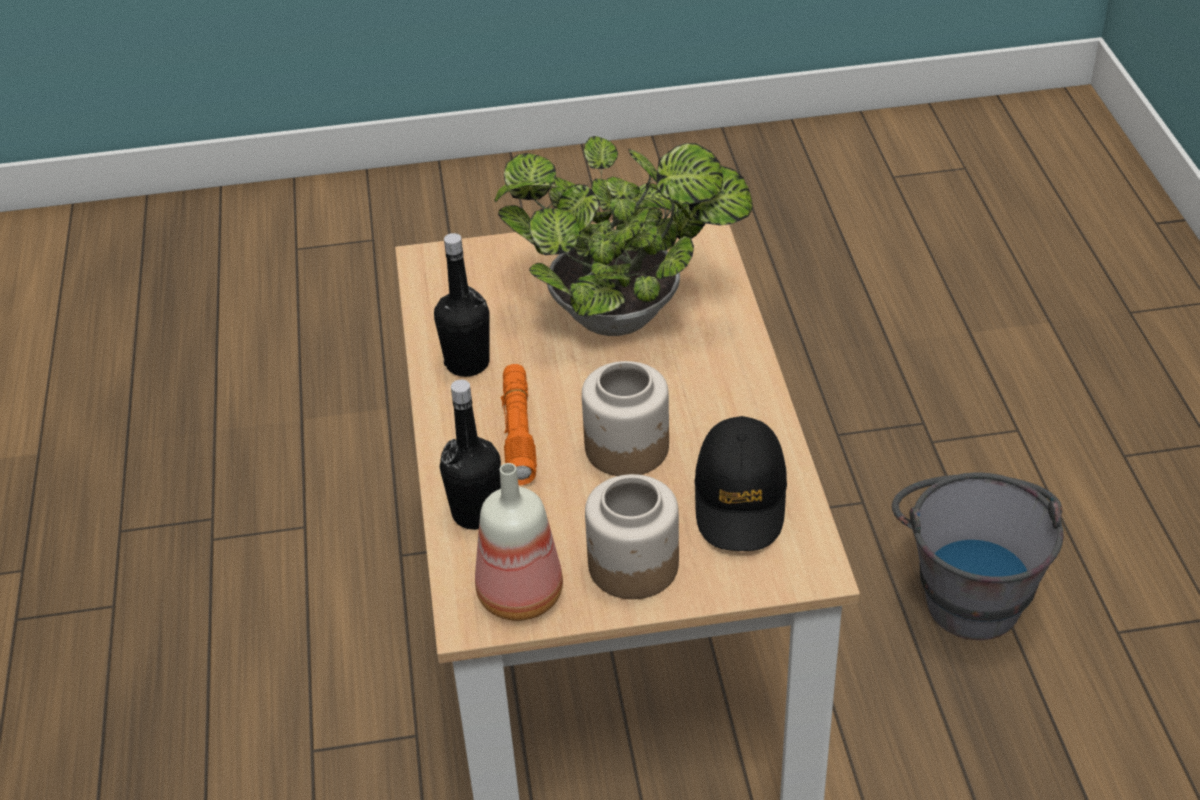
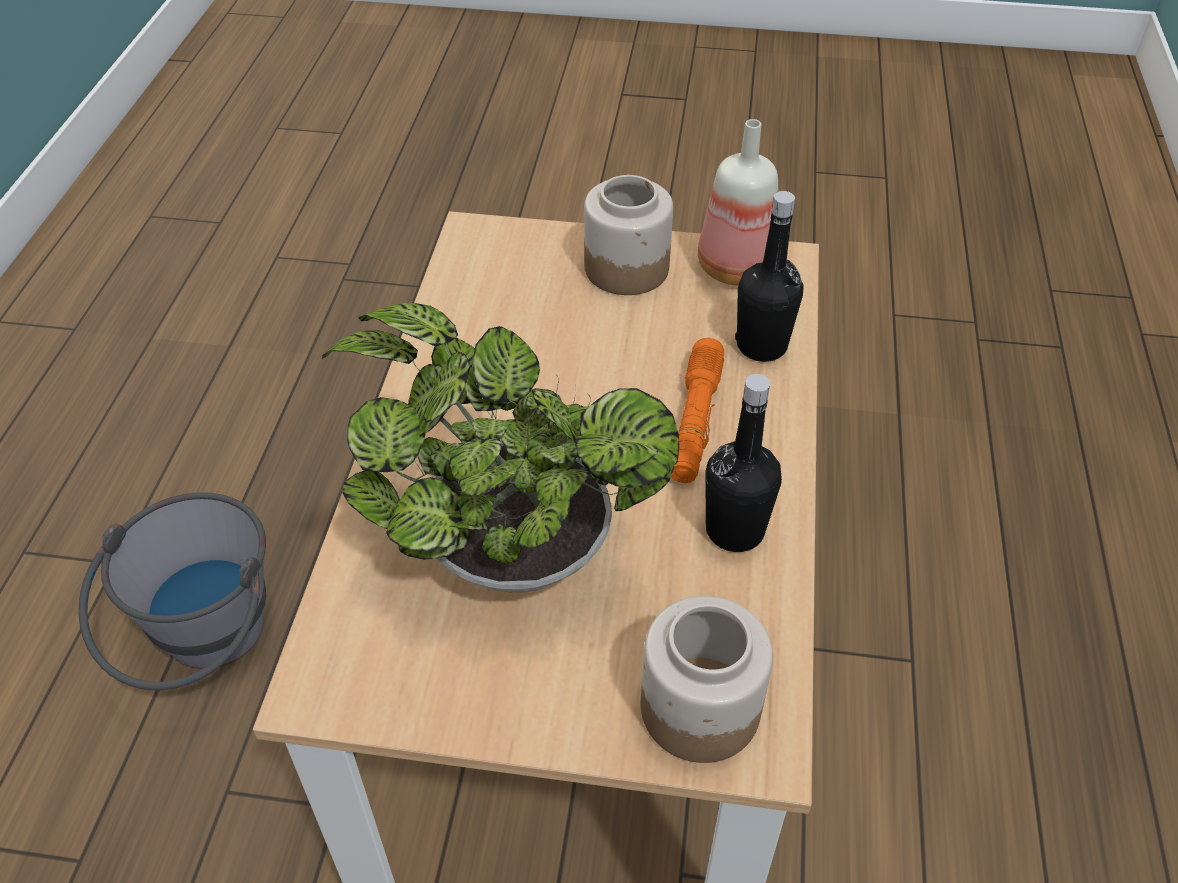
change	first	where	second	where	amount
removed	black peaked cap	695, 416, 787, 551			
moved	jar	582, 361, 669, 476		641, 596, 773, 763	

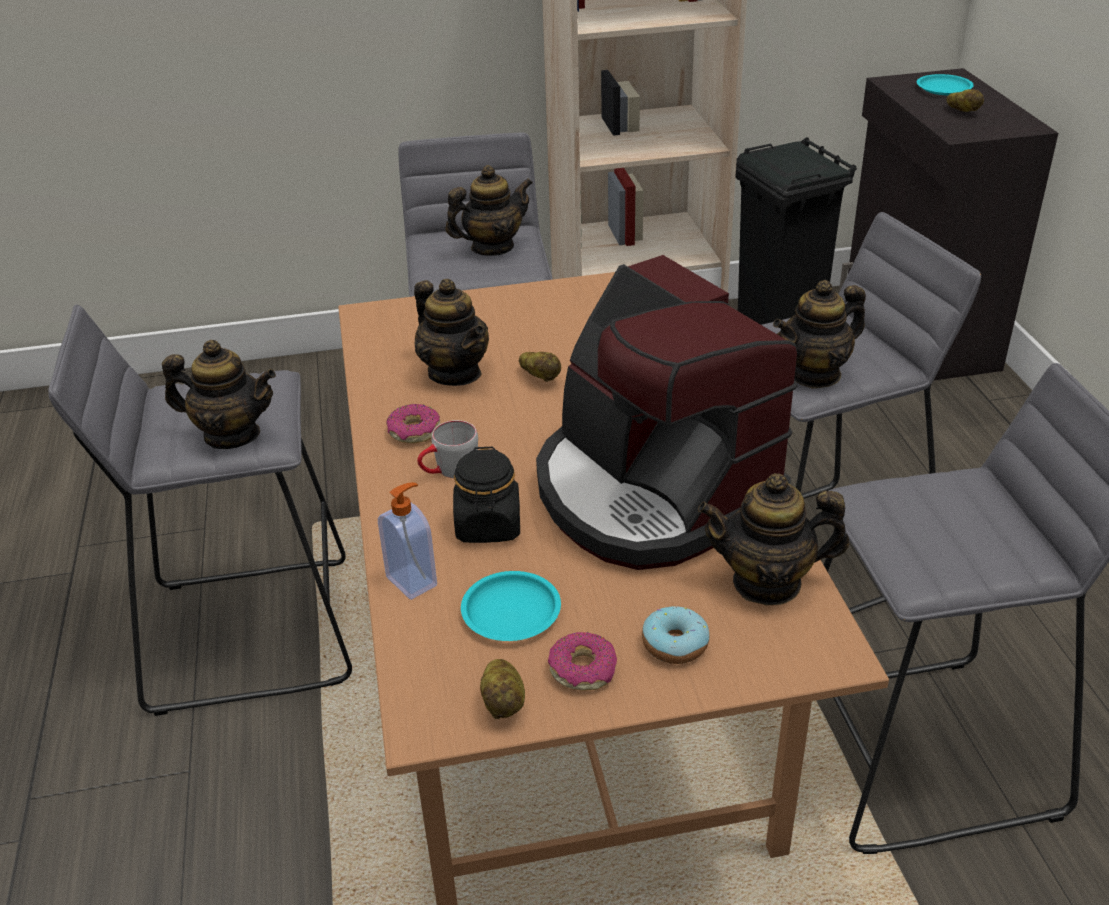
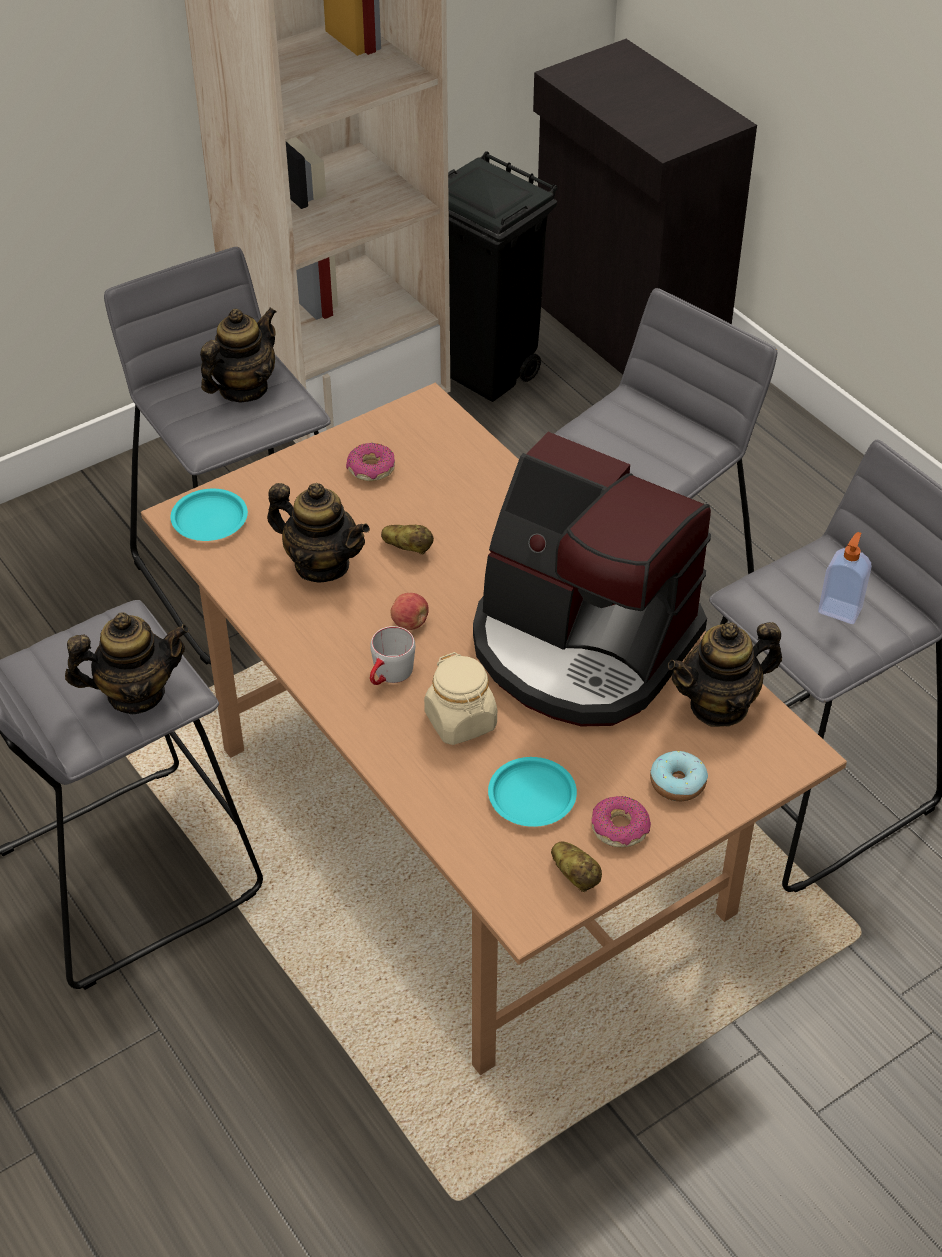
change	first	where	second	where	amount
removed	tea pot	773, 280, 866, 389			
removed	spud	946, 89, 984, 112			
added			apple fruit	390, 593, 429, 630	
moved	liquid soap bottle	378, 483, 437, 600		818, 532, 872, 624	
moved	ring doughnut	386, 404, 440, 443		346, 443, 395, 481	
moved	blue-green plate	917, 74, 974, 95		170, 489, 248, 541	
recoloured	black jar	453, 447, 520, 543	beige jar	424, 652, 497, 745	

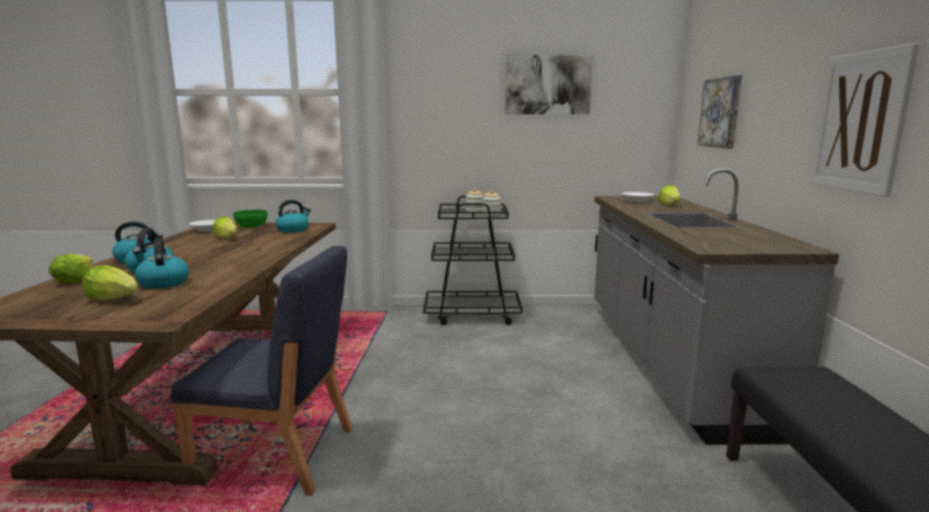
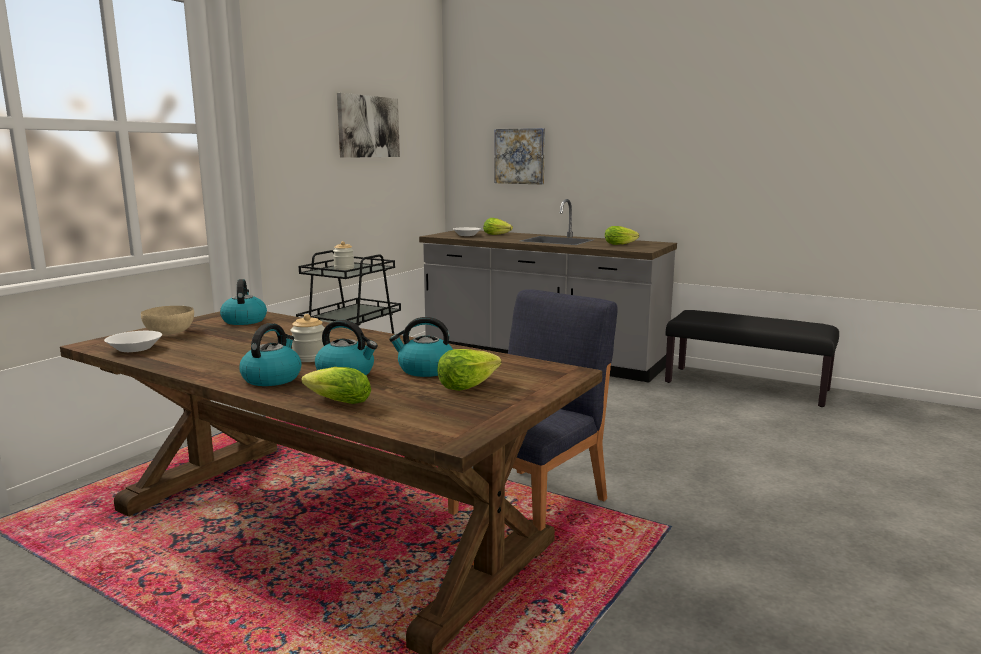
change	first	where	second	where	amount
removed	picture	810, 43, 919, 197			
moved	lettuce	213, 216, 237, 238		605, 226, 639, 245	
moved	jar	482, 190, 501, 216		290, 314, 325, 362	
recoloured	green-coloured deep dish	233, 210, 268, 228	beige deep dish	141, 306, 194, 335	

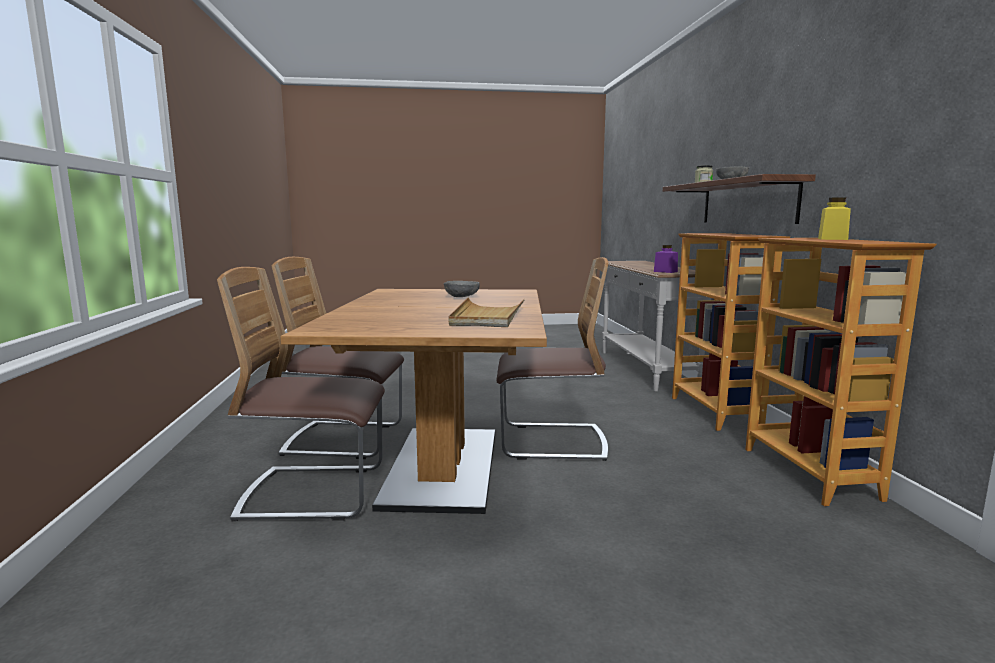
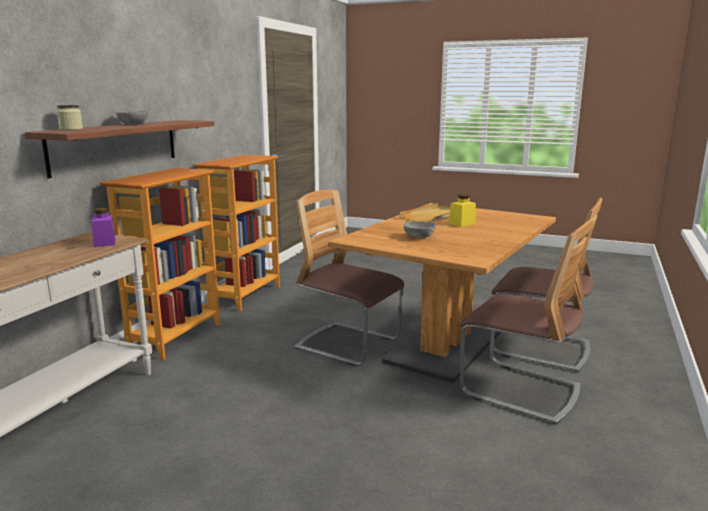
change	first	where	second	where	amount
moved	yellow jar	818, 197, 851, 240		449, 194, 476, 227	

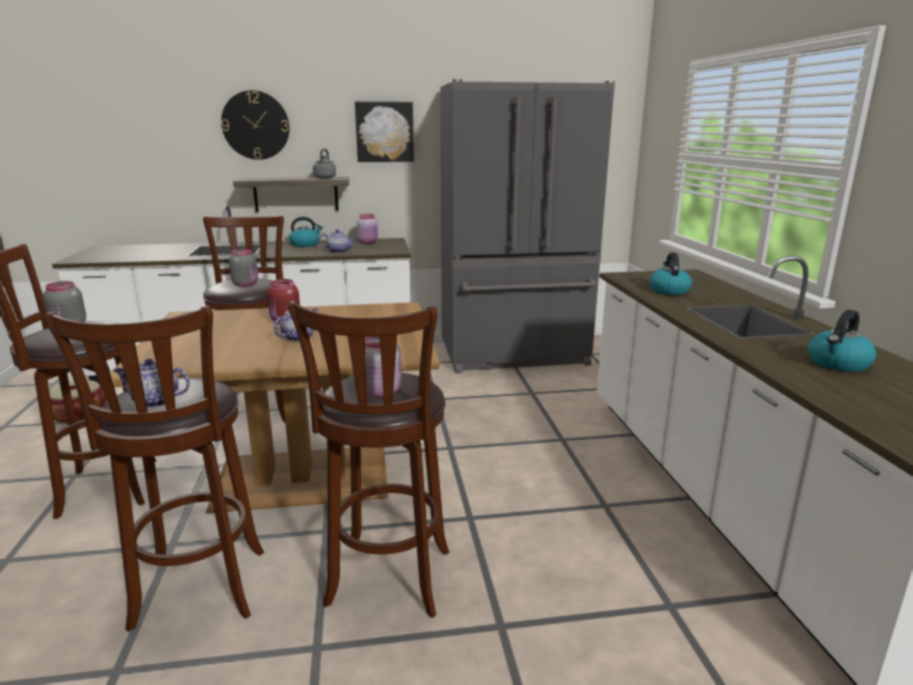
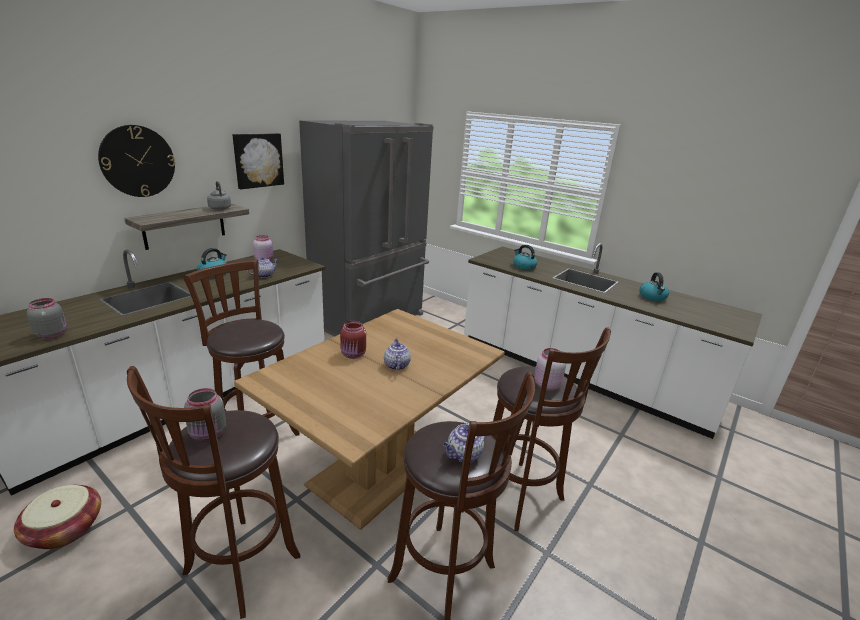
change	first	where	second	where	amount
moved	gray jar	229, 249, 258, 287		27, 298, 67, 339	

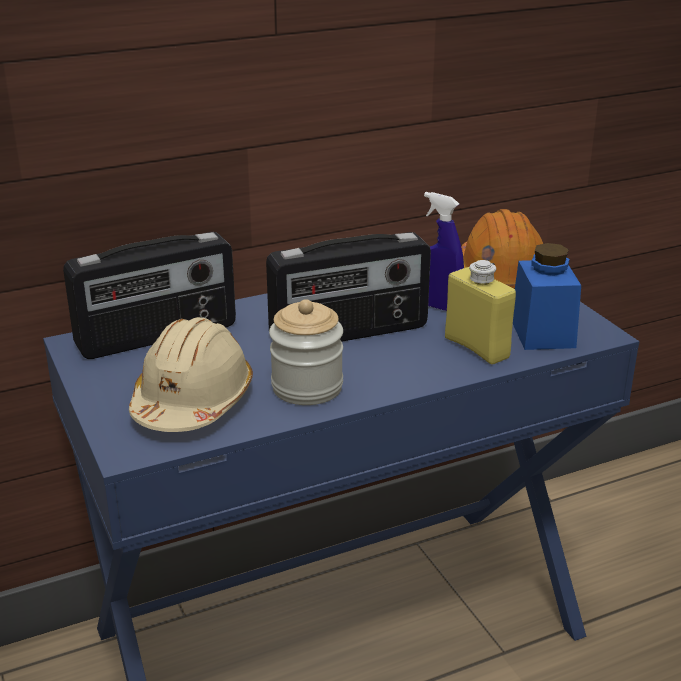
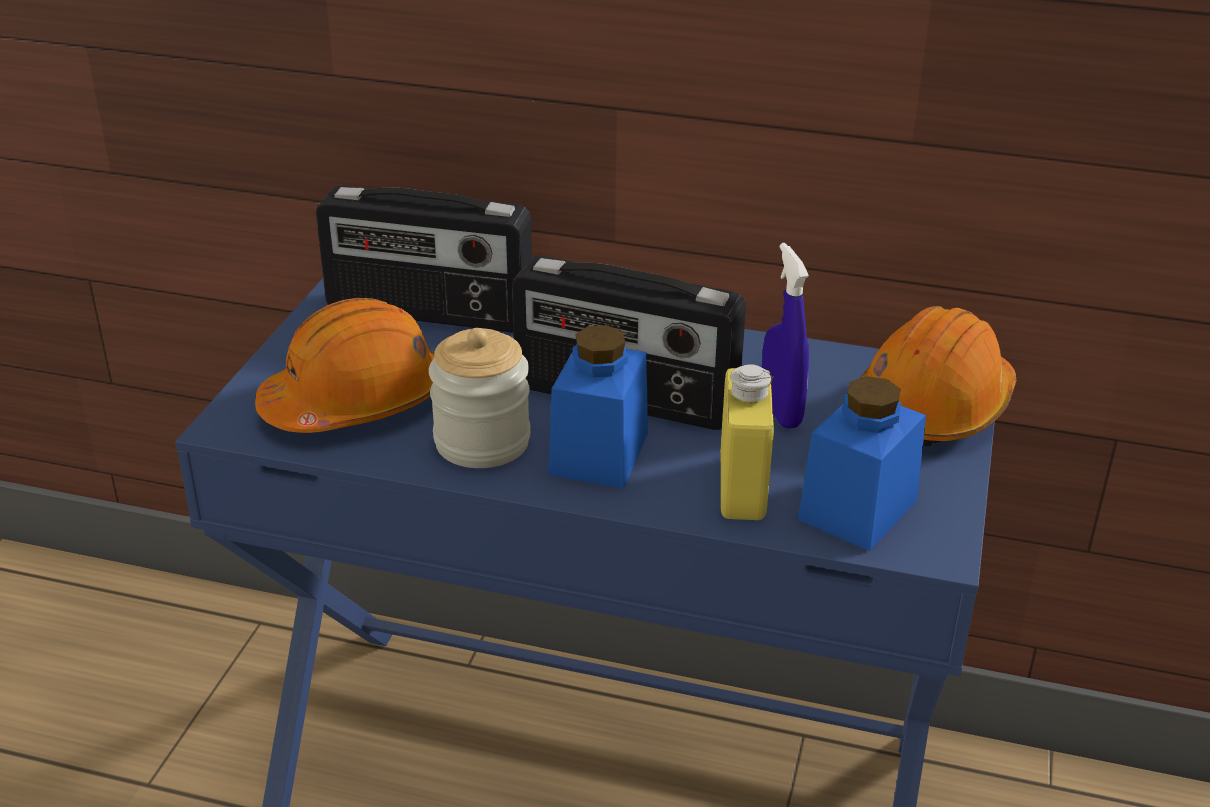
change	first	where	second	where	amount
added			bluish jar	549, 325, 648, 488	
recoloured	beige work helmet	129, 317, 253, 432	orangey work helmet	255, 298, 434, 433	

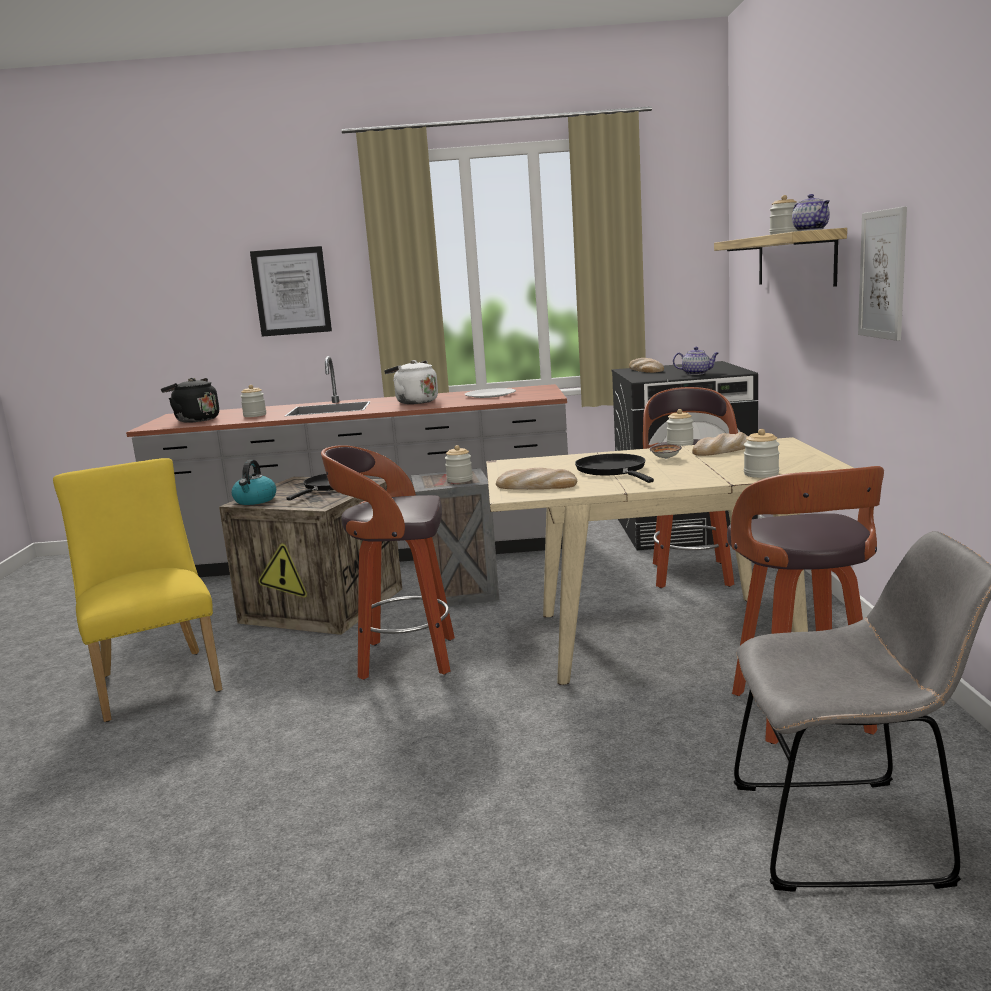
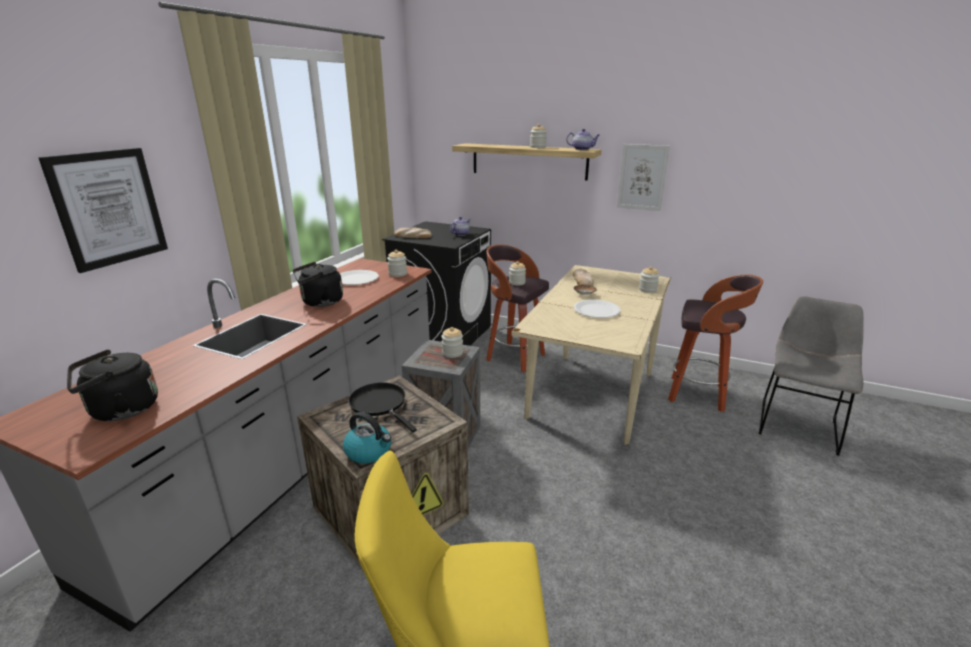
change	first	where	second	where	amount
removed	stool	321, 445, 455, 680			
removed	bread	496, 468, 577, 490			
moved	jar	240, 385, 266, 417		387, 250, 407, 277	
replaced	black skillet	575, 454, 654, 483	whitish plate	574, 300, 621, 318	
recoloured	whitish kettle	384, 360, 438, 404	black kettle	293, 262, 343, 307	

